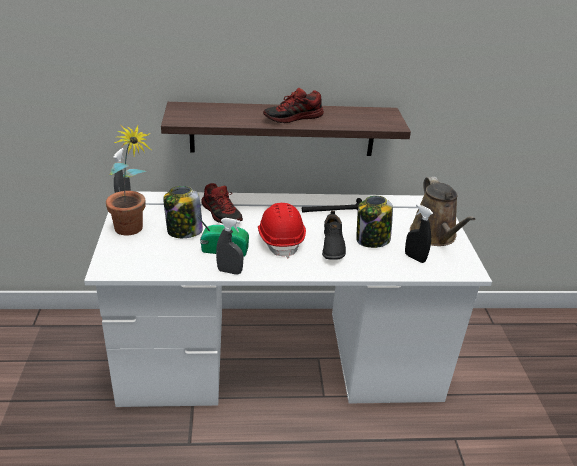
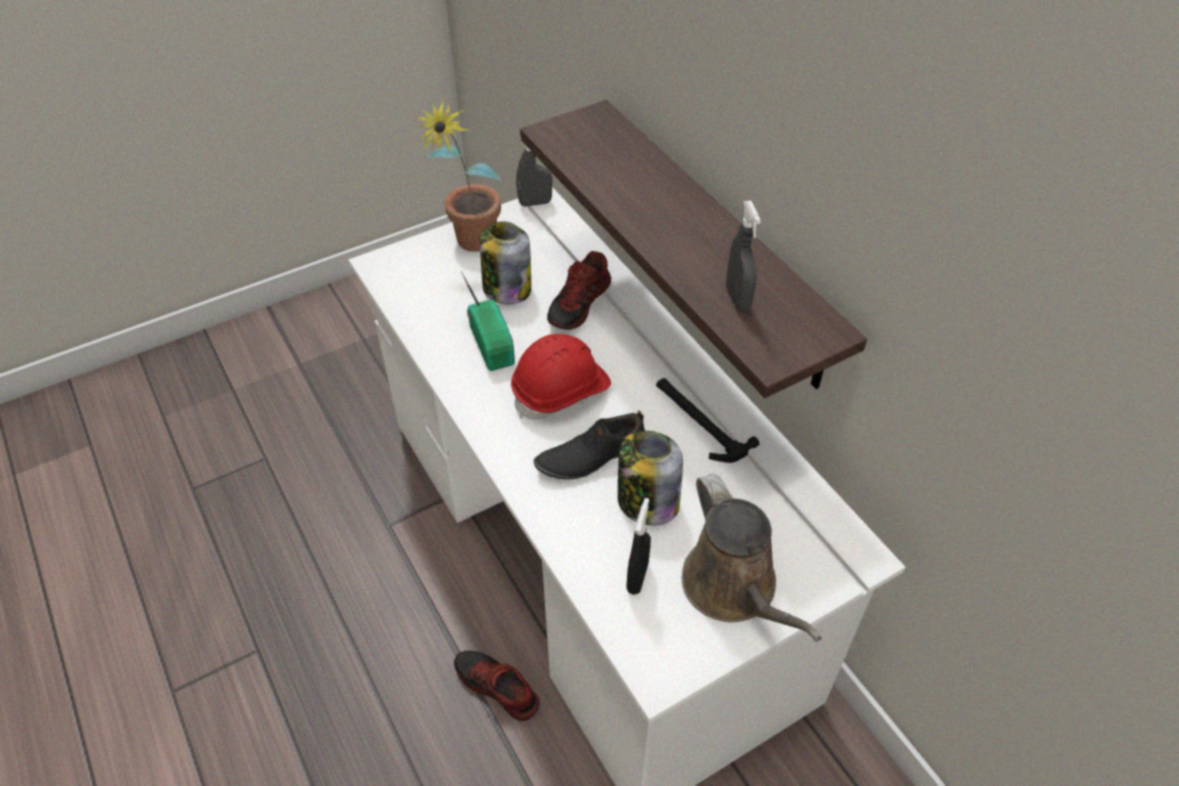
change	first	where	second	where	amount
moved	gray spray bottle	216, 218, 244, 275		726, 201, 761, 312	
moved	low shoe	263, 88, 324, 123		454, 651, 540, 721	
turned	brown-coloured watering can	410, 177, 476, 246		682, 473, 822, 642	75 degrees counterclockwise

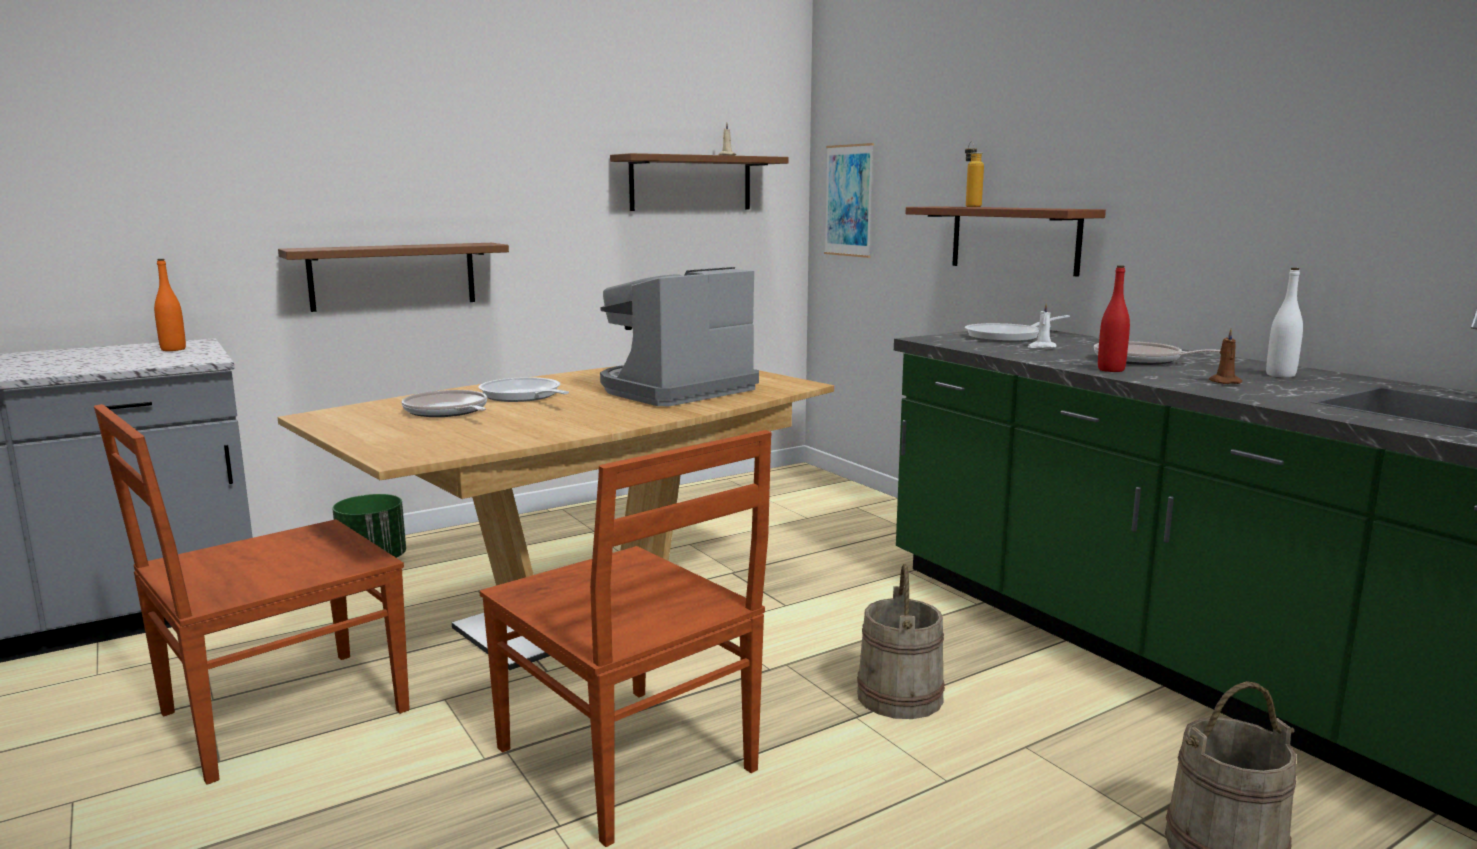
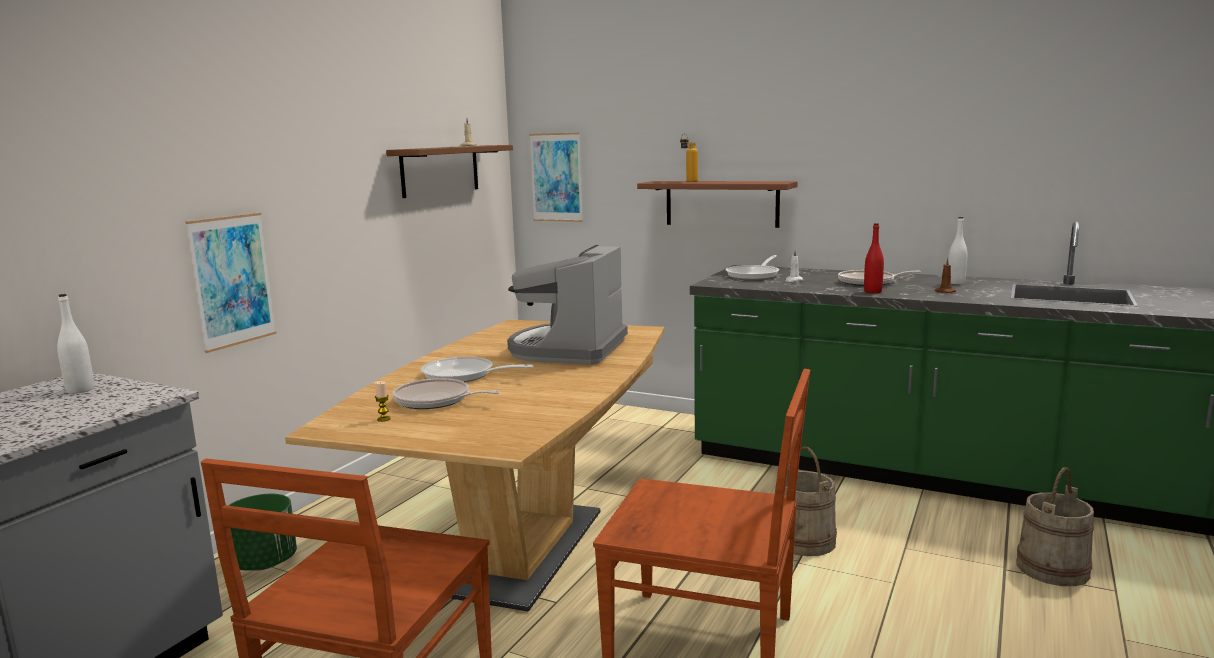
change	first	where	second	where	amount
added			wax candle	375, 381, 391, 422	
replaced	brown-coloured bracket shelf	278, 243, 509, 312	picture	185, 213, 277, 353	
recoloured	orangey drink bottle	154, 259, 186, 351	whitish drink bottle	57, 294, 94, 394	

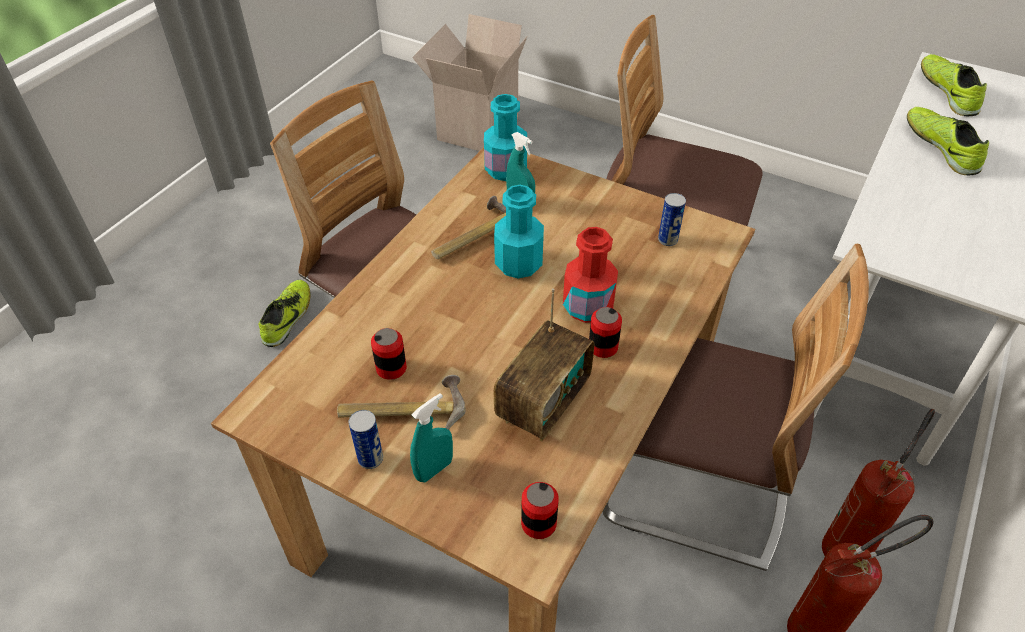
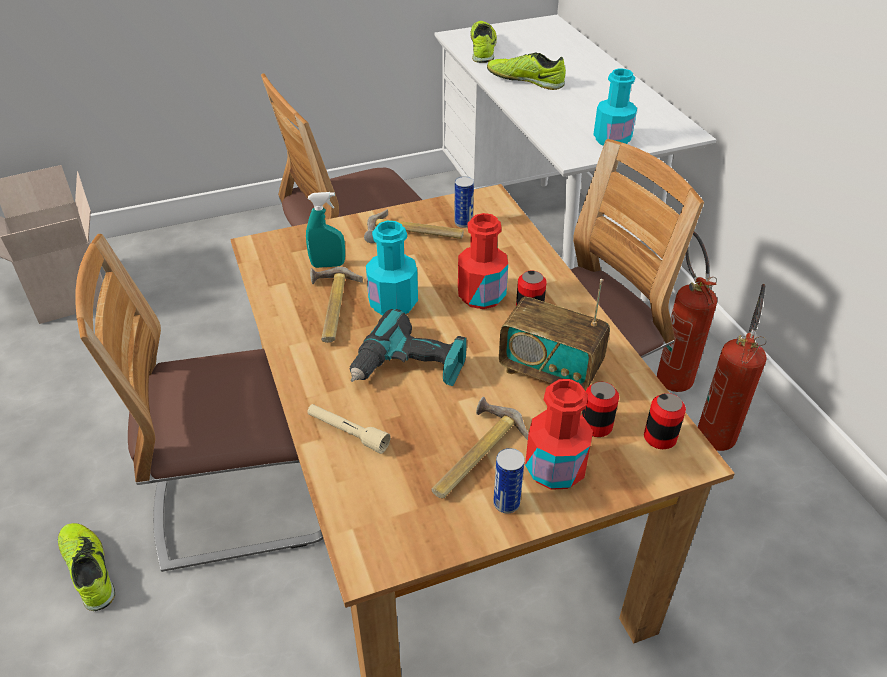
change	first	where	second	where	amount
added			beige hand torch	307, 404, 391, 454	
added			drill	350, 309, 467, 386	
added			tool hammer	364, 209, 464, 243	
moved	metal can	371, 328, 407, 380		582, 382, 619, 437	
moved	blue-green drink bottle	484, 94, 527, 181		593, 69, 637, 146	
replaced	blue-green spray bottle	410, 393, 453, 482	red-coloured drink bottle	525, 379, 593, 490	
turned	radio receiver	494, 288, 594, 442		499, 279, 610, 391	135 degrees clockwise
turned	low shoe	921, 54, 987, 116		470, 21, 497, 63	60 degrees clockwise

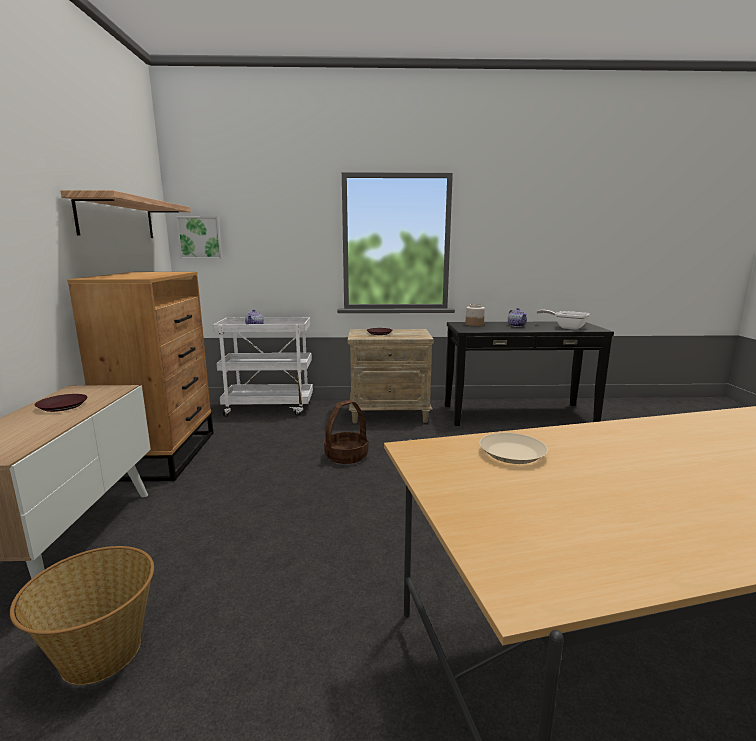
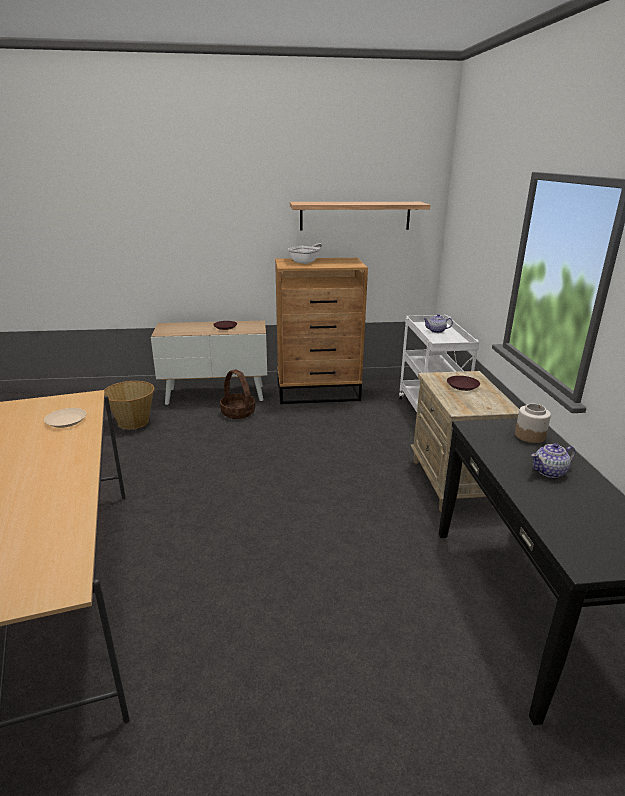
change	first	where	second	where	amount
removed	picture	176, 216, 223, 259			
moved	storage basket	324, 400, 368, 464		220, 369, 255, 419	
moved	skillet	537, 310, 590, 330		288, 243, 322, 264	

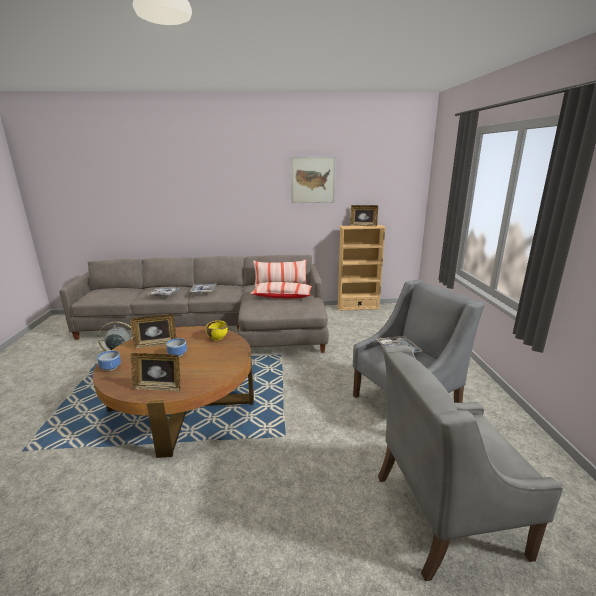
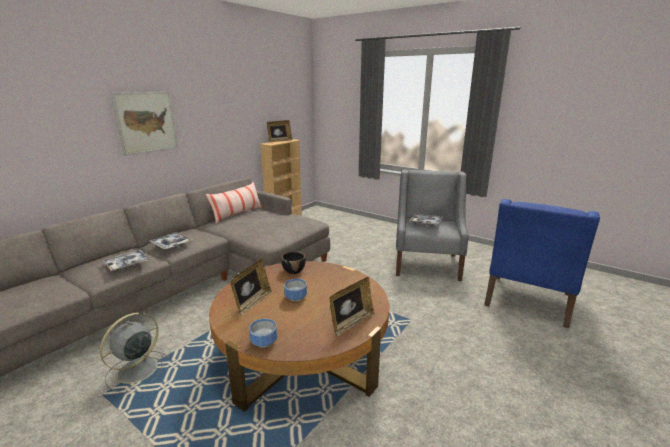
change	first	where	second	where	amount
removed	pillow	250, 282, 312, 299			
moved	picture	291, 156, 336, 203		111, 92, 178, 156	
recoloured	yellow deep dish	206, 320, 228, 340	black deep dish	281, 251, 306, 274	
recoloured	gray easy chair	378, 345, 563, 581	bluish easy chair	484, 199, 600, 328	

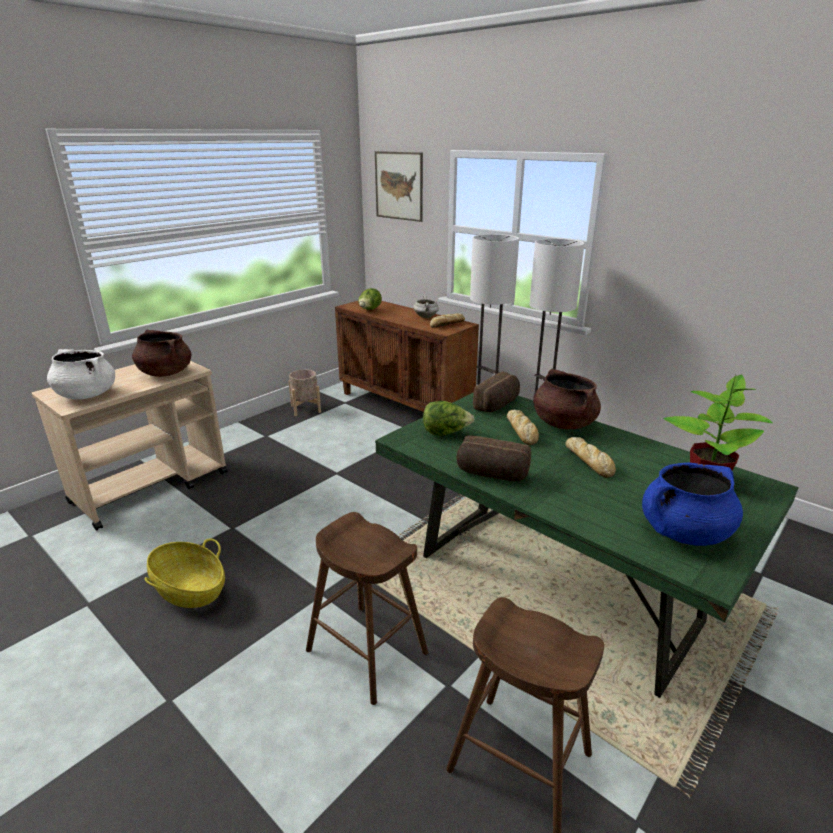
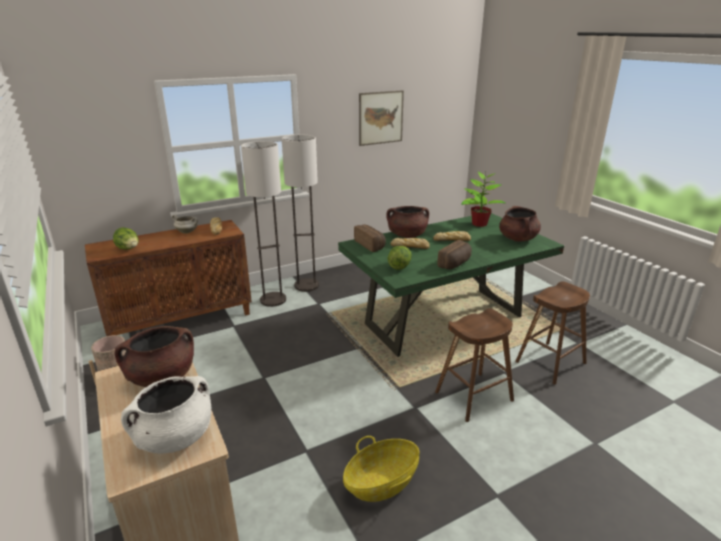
change	first	where	second	where	amount
moved	picture	375, 151, 423, 222		359, 90, 404, 146	
recoloured	bluish cooking pot	642, 463, 743, 546	brown-coloured cooking pot	499, 206, 541, 242	

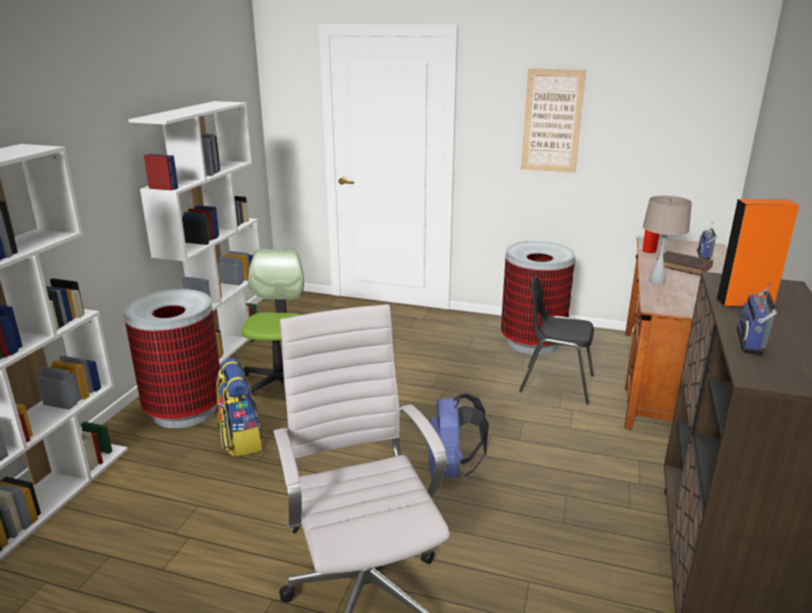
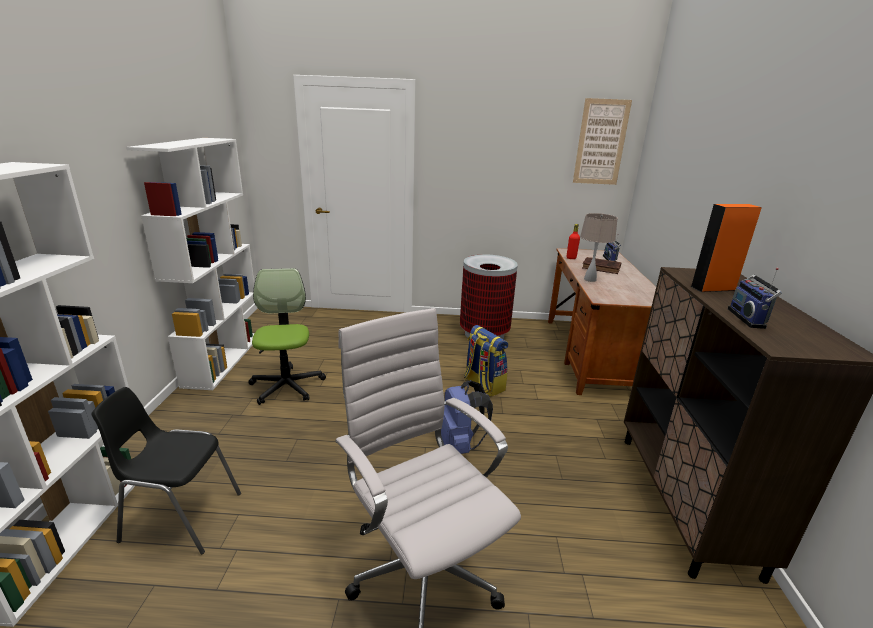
change	first	where	second	where	amount
removed	rubbish bin	123, 289, 222, 428			
moved	knapsack	216, 358, 263, 457		464, 325, 508, 397	
moved	black upright chair	519, 276, 594, 405		92, 387, 241, 555	
moved	picture	521, 68, 586, 173		573, 98, 632, 185	

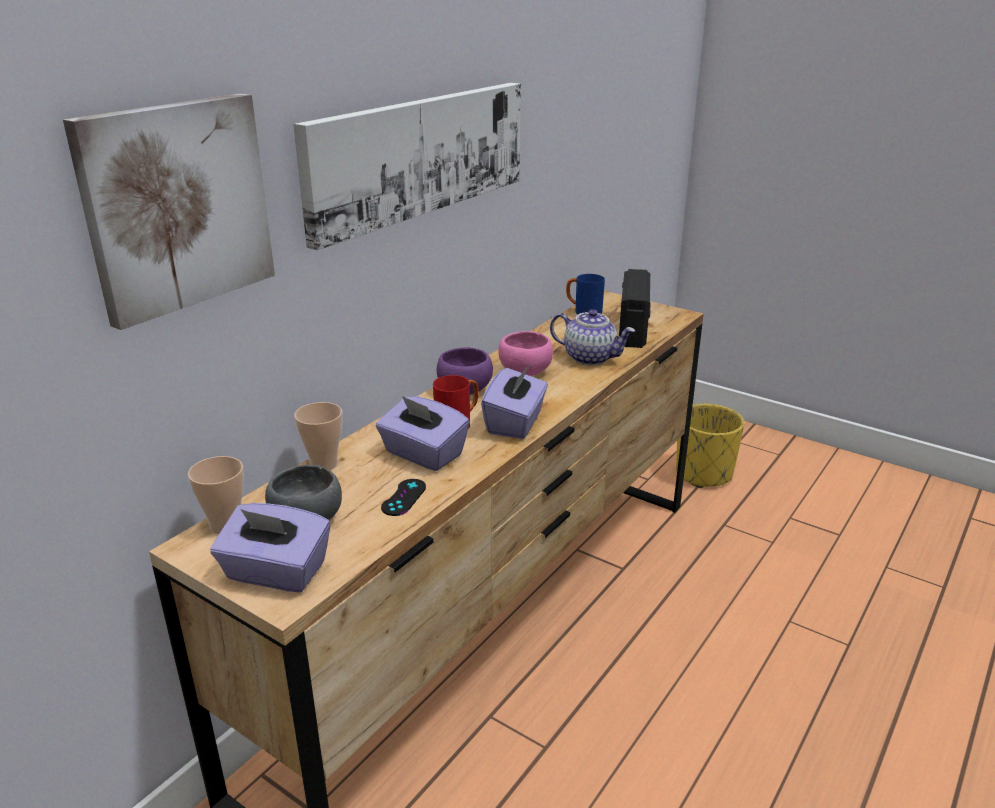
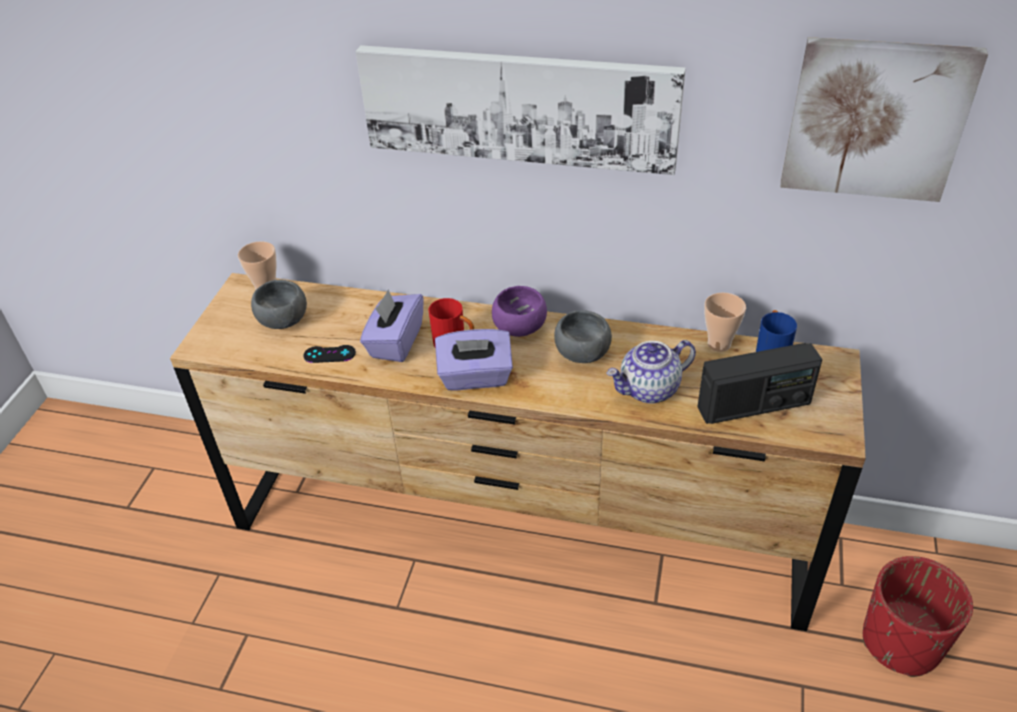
change	first	where	second	where	amount
removed	purple-coloured box of tissues	210, 503, 330, 592			
moved	picture	63, 93, 275, 330		781, 37, 988, 202	
moved	cup	294, 402, 343, 470		704, 292, 746, 352	
recoloured	pink-coloured deep dish	498, 331, 553, 376	gray deep dish	554, 310, 612, 363	
recoloured	yellow plant pot	676, 404, 744, 488	red-coloured plant pot	863, 556, 973, 677	
turned	tea pot	550, 309, 635, 366		607, 340, 696, 404	60 degrees clockwise

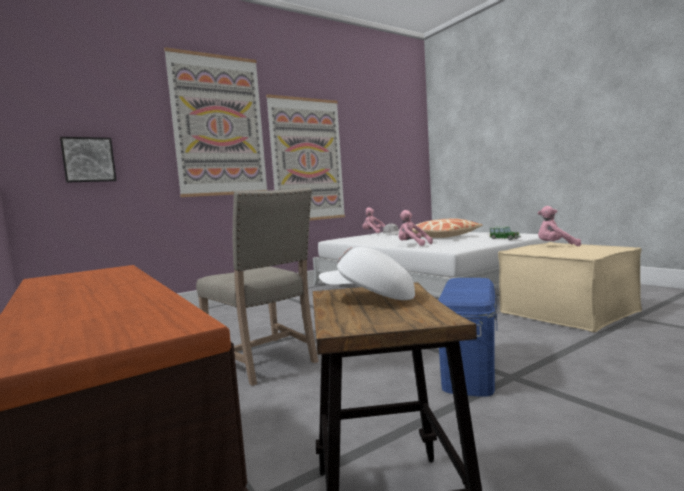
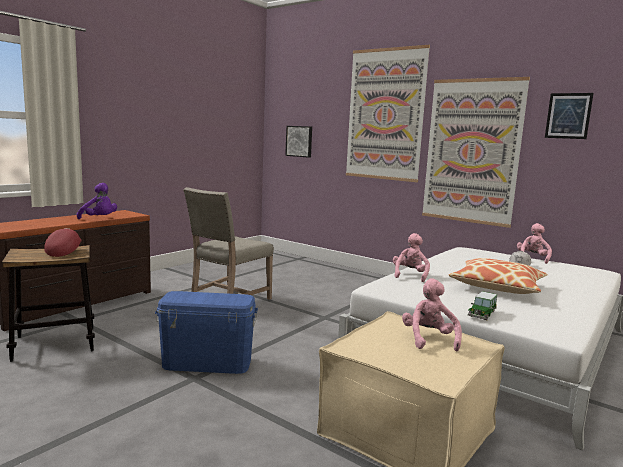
change	first	where	second	where	amount
added			purple-coloured soft toy	77, 183, 117, 219	
added			picture	545, 93, 594, 139	
recoloured	whitish peaked cap	319, 247, 415, 300	red-coloured peaked cap	44, 228, 82, 257	

